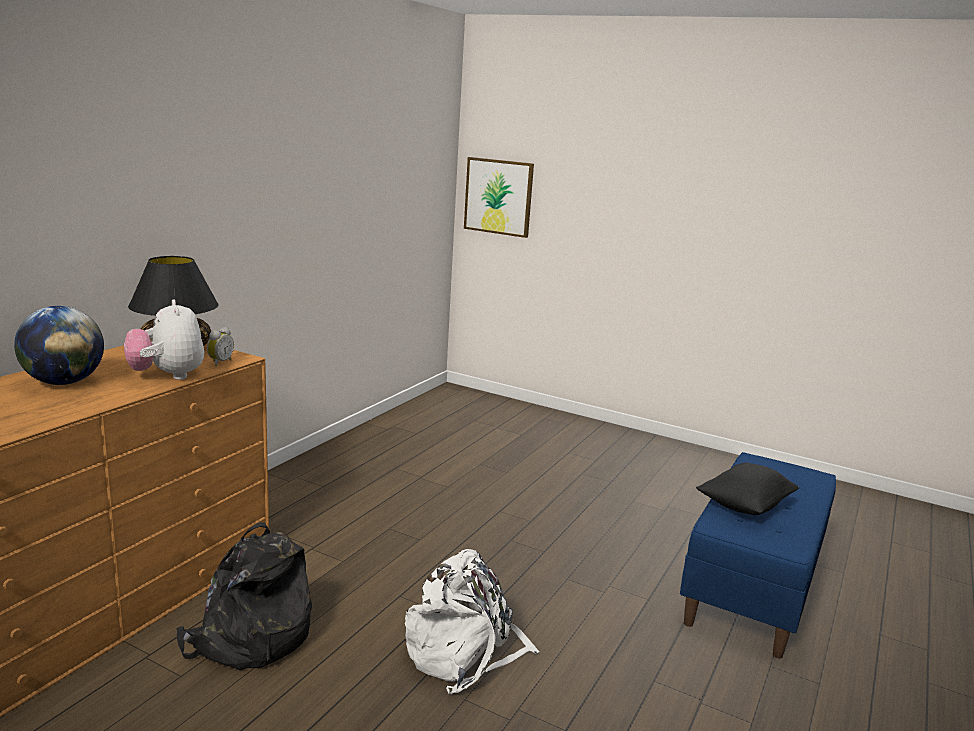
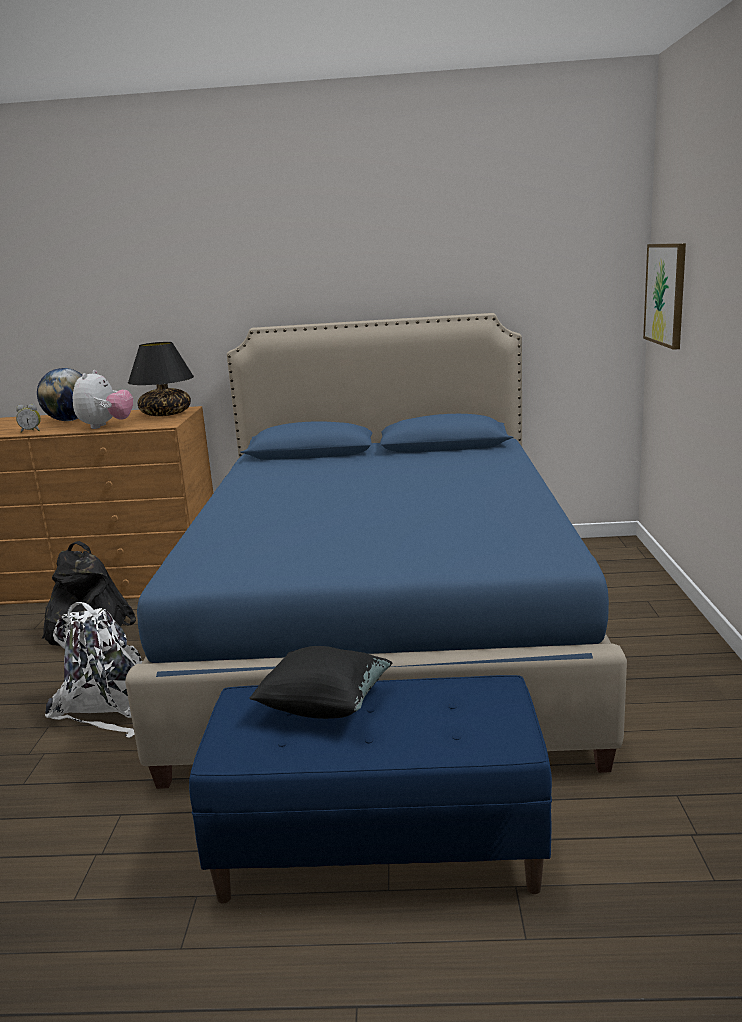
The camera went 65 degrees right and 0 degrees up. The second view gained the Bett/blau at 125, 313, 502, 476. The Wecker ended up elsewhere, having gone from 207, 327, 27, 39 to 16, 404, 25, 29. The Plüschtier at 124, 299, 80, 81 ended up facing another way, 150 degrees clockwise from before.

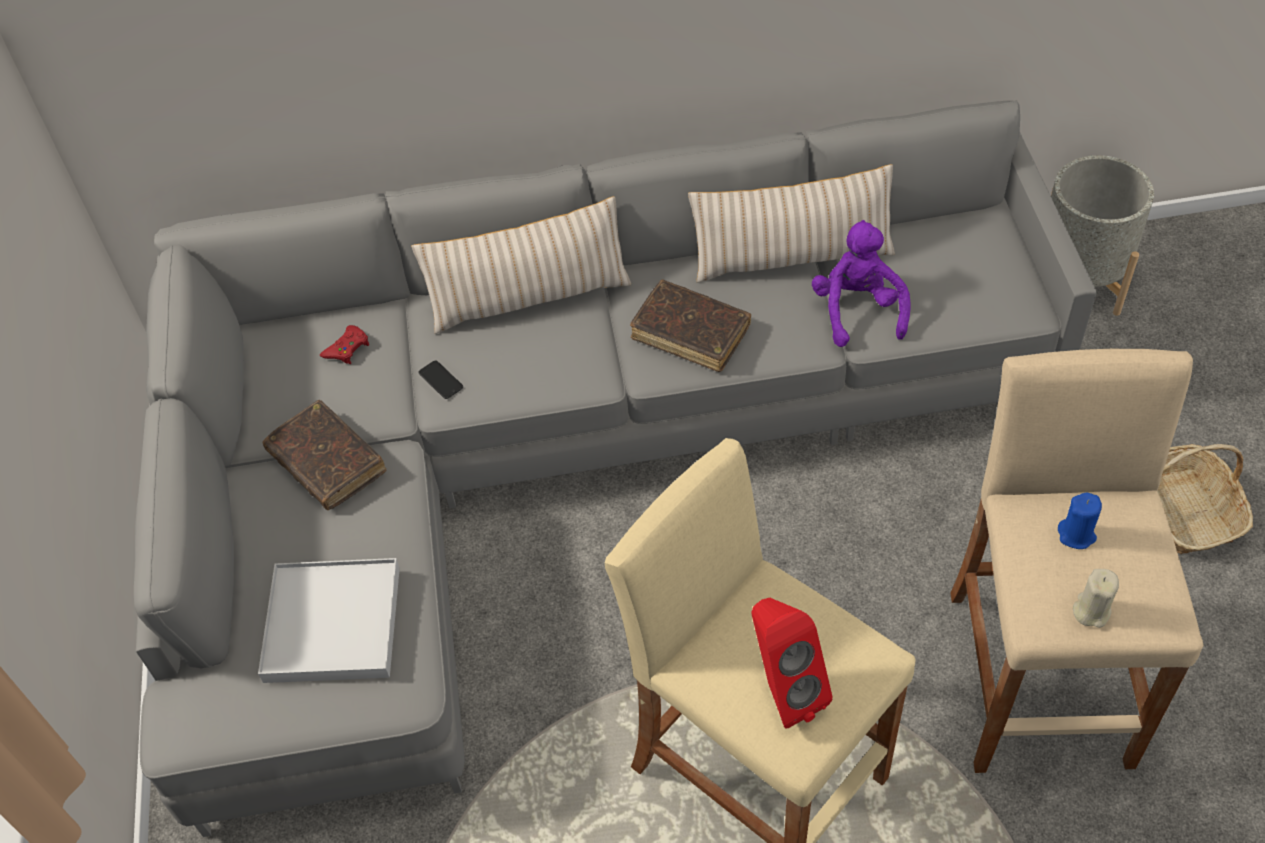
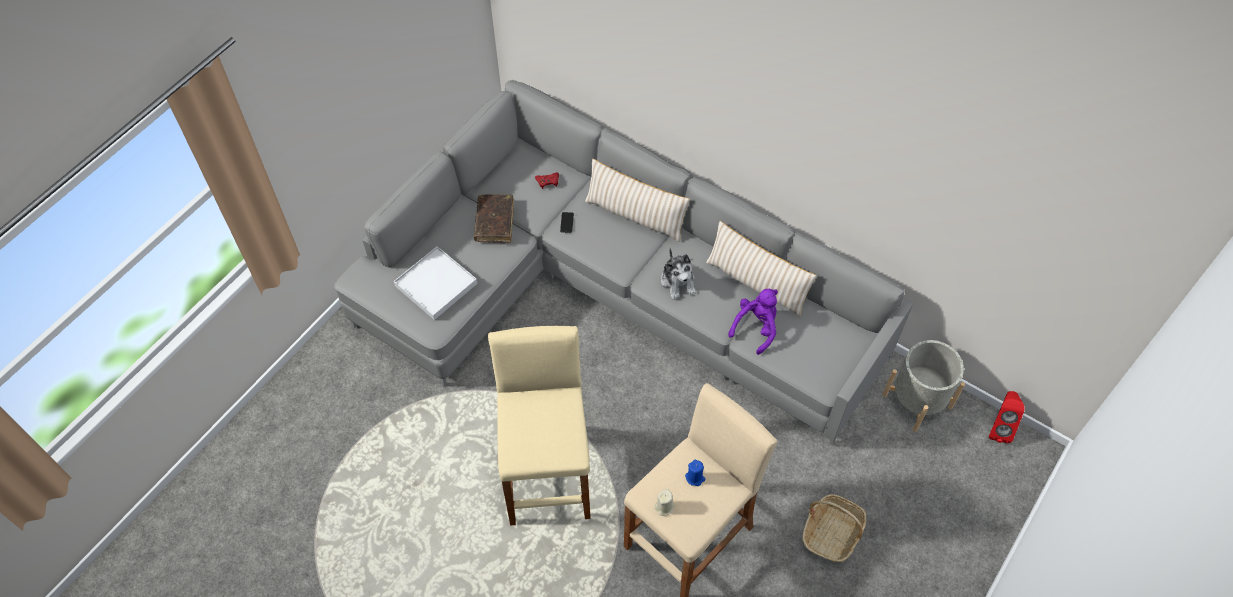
The camera went 40 degrees right and 5 degrees up. The Lautsprecher/rot ended up elsewhere, having gone from 751, 598, 82, 131 to 989, 391, 36, 52. Where the Buch/braun stood at 630, 279, 121, 93, the Plüschtier came to stand at 661, 247, 35, 53.

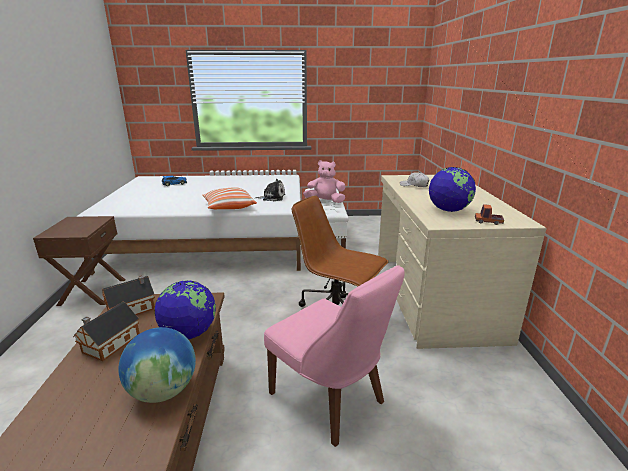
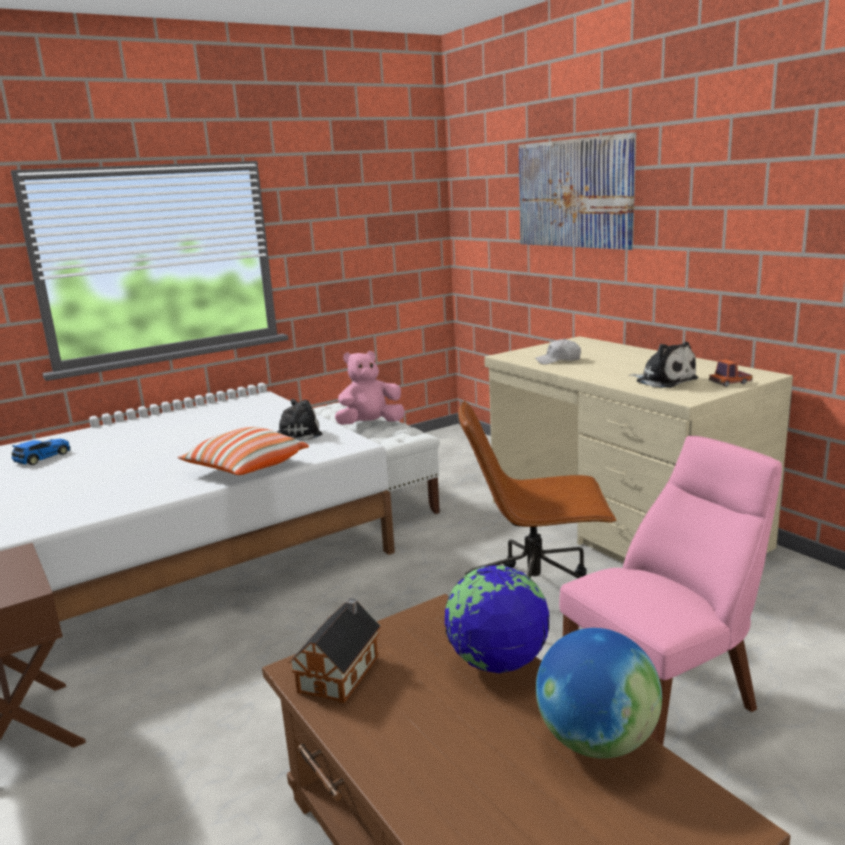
The camera went 30 degrees left and 5 degrees down. The second view lost the Spielzeughaus at 73, 302, 67, 59. The second view gained the Bild at 519, 132, 117, 118. Where the Globus stood at 429, 167, 47, 45, the Plüschtier came to stand at 629, 342, 69, 46. The Stuhl/rosa at 264, 265, 141, 182 ended up facing another way, 45 degrees counterclockwise from before.

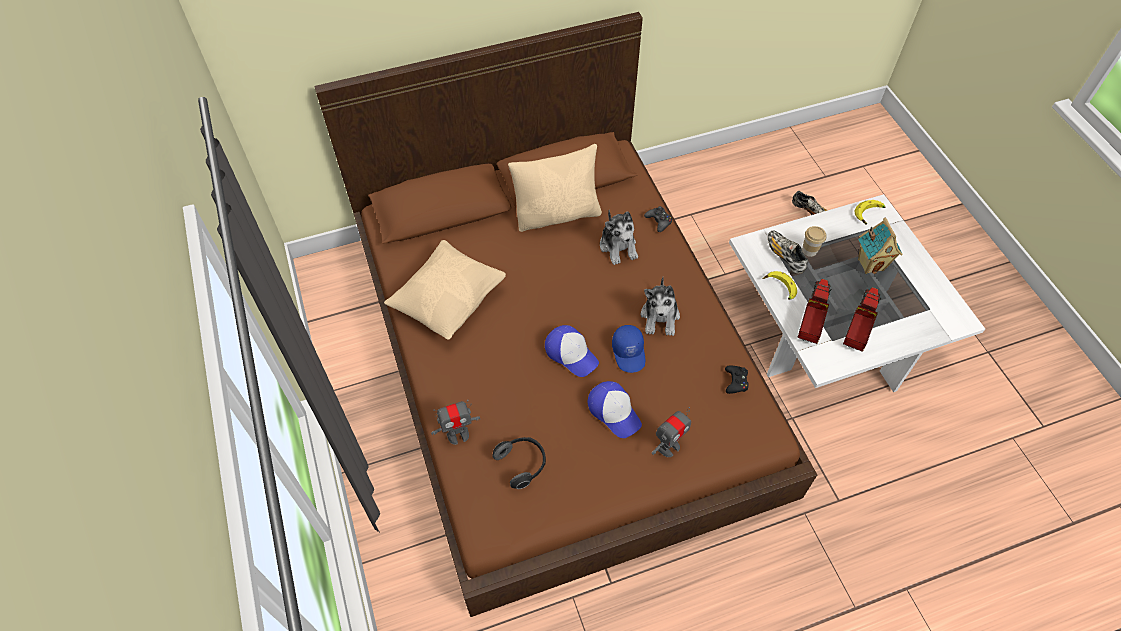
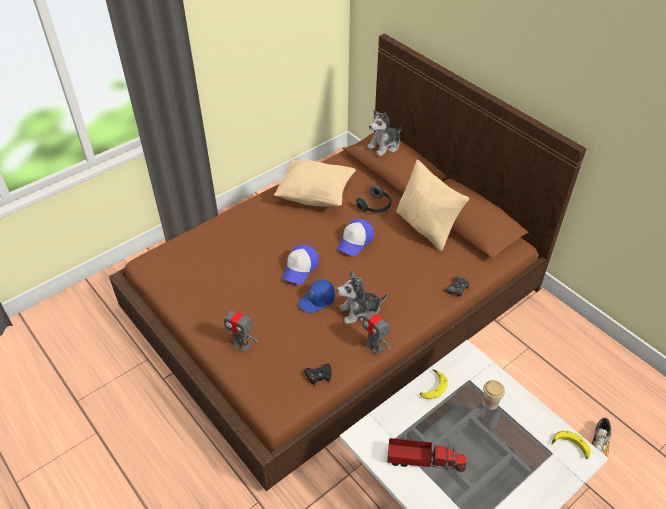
The camera went 70 degrees right and 10 degrees down. The second view lost the Schuh at 768, 231, 40, 43. The second view lost the Spielzeuglaster at 797, 279, 34, 65. The second view lost the Spielzeughaus at 858, 218, 45, 56. The Spielzeugroboter ended up elsewhere, having gone from 431, 400, 49, 45 to 362, 303, 29, 51. The Kopfhörer ended up elsewhere, having gone from 492, 437, 54, 52 to 356, 185, 35, 28. The Kappe ended up elsewhere, having gone from 588, 381, 54, 57 to 337, 219, 37, 37. The Plüschtier ended up elsewhere, having gone from 600, 210, 38, 55 to 367, 109, 36, 47.

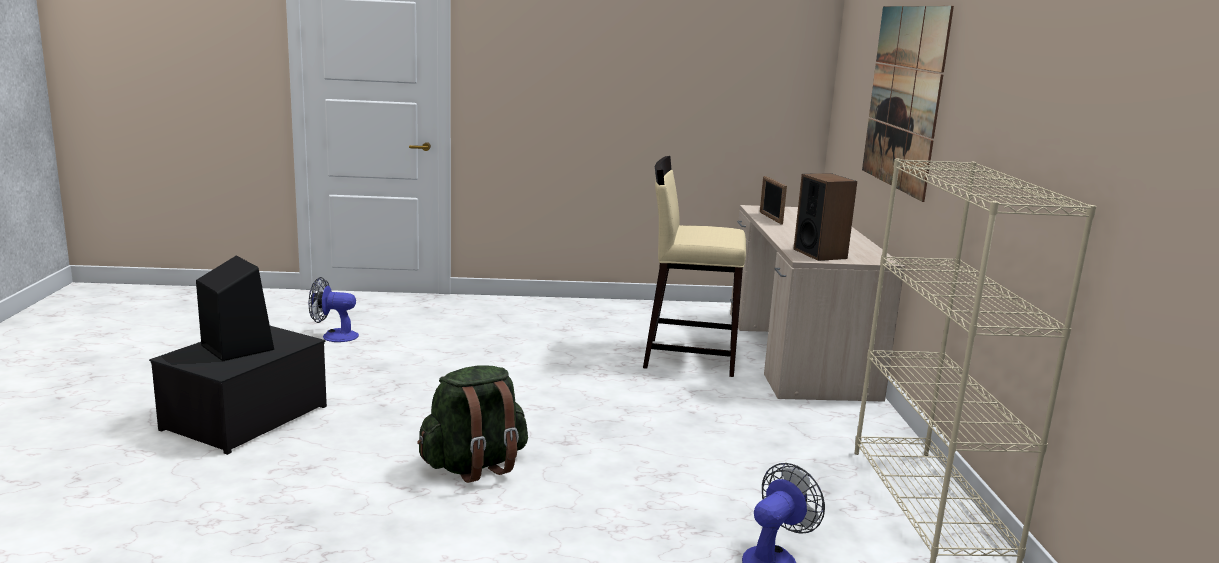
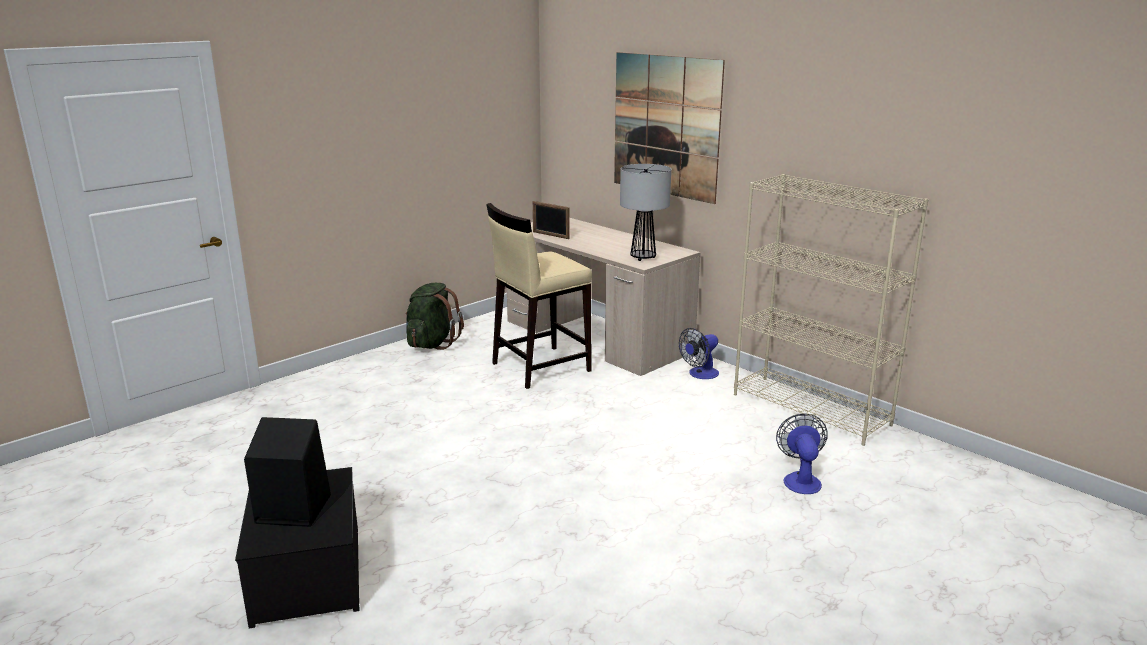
The camera went 40 degrees left and 5 degrees up. The Ventilator ended up elsewhere, having gone from 309, 277, 50, 65 to 679, 328, 40, 51. The Rucksack/grün ended up elsewhere, having gone from 417, 365, 111, 118 to 406, 283, 58, 67. Where the Lautsprecher stood at 793, 173, 64, 88, the Tischlampe came to stand at 620, 164, 51, 97.

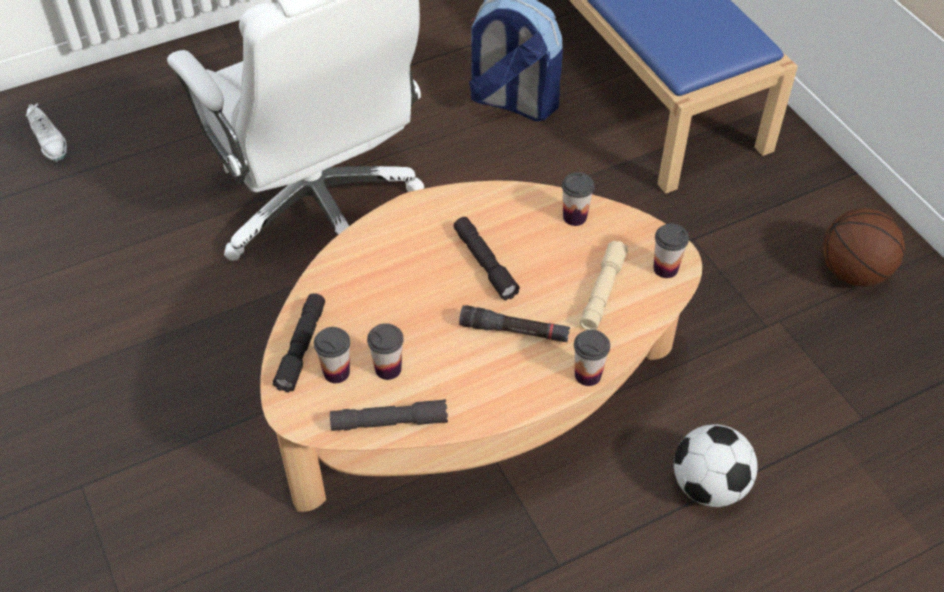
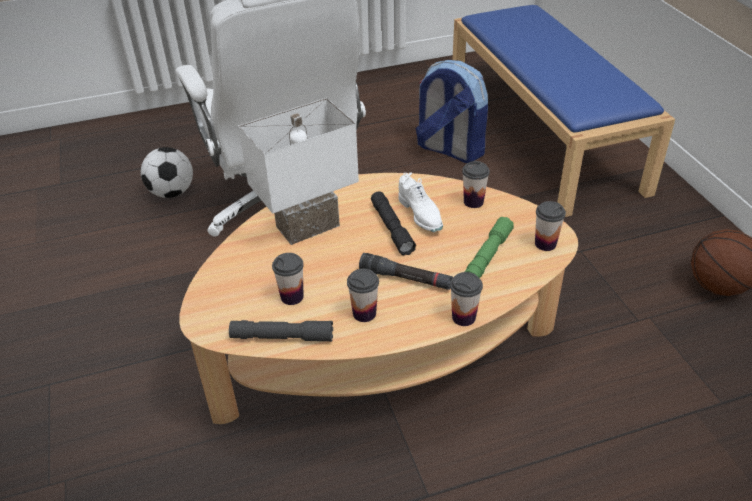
The camera went 10 degrees right and 10 degrees down. The second view lost the Taschenlampe/schwarz at 273, 293, 52, 99. The second view gained the Tischlampe/weiß at 238, 98, 121, 147. The Schuh/weiß ended up elsewhere, having gone from 26, 104, 41, 58 to 399, 172, 44, 60. The Tasse ended up elsewhere, having gone from 314, 327, 36, 56 to 347, 269, 32, 53. The Fußball ended up elsewhere, having gone from 674, 424, 84, 83 to 141, 147, 52, 51. What was the Taschenlampe/beige at 580, 241, 48, 89 turned into the Taschenlampe/grün at 465, 217, 49, 61.

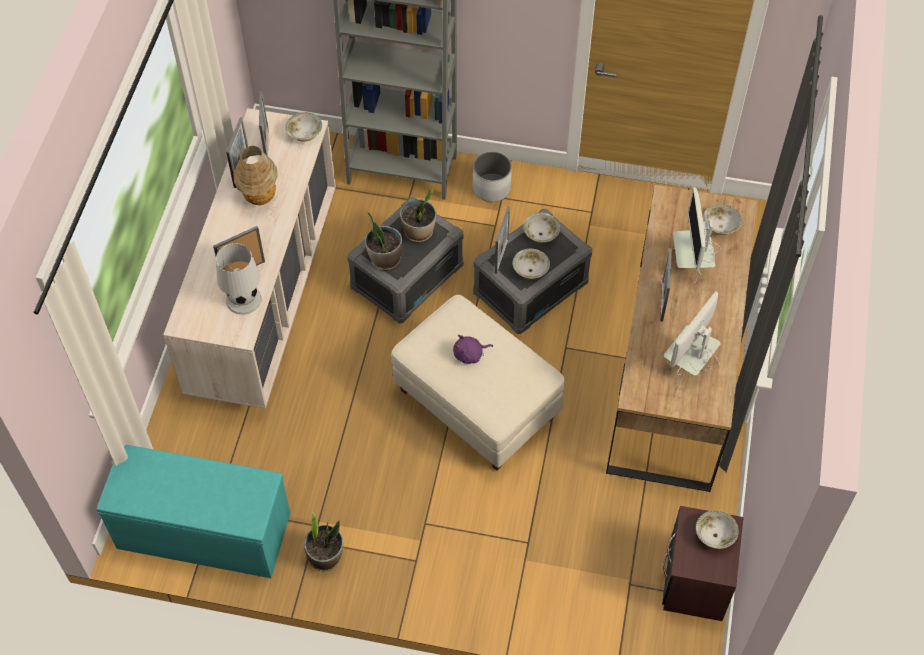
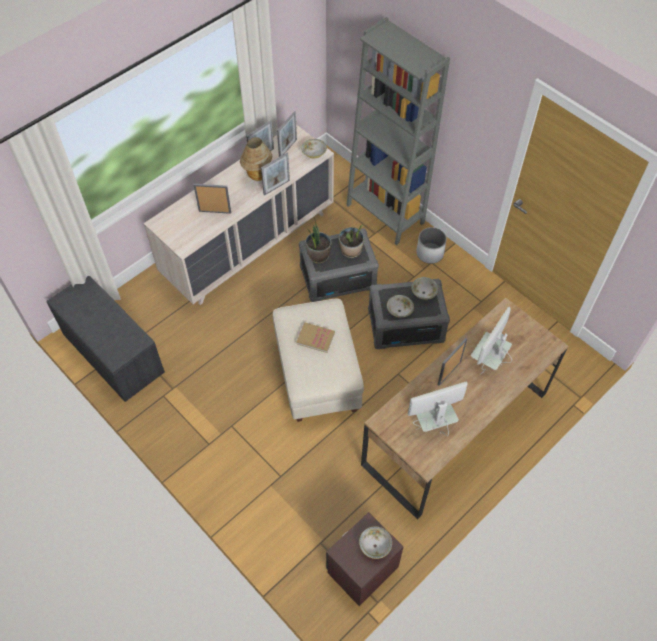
The camera went 35 degrees right and 0 degrees up. The second view lost the Tischlampe/weiß at 216, 243, 46, 72. The second view lost the Topfpflanze at 304, 511, 39, 60. The second view lost the Schüssel at 703, 204, 39, 31. The Bilderrahmen ended up elsewhere, having gone from 495, 206, 15, 68 to 261, 153, 29, 43. Where the Plüschtier/lila stood at 453, 335, 40, 29, the Buch came to stand at 296, 322, 39, 31. What was the Bank/türkis at 96, 445, 194, 133 turned into the Bank/grau at 46, 276, 119, 126.

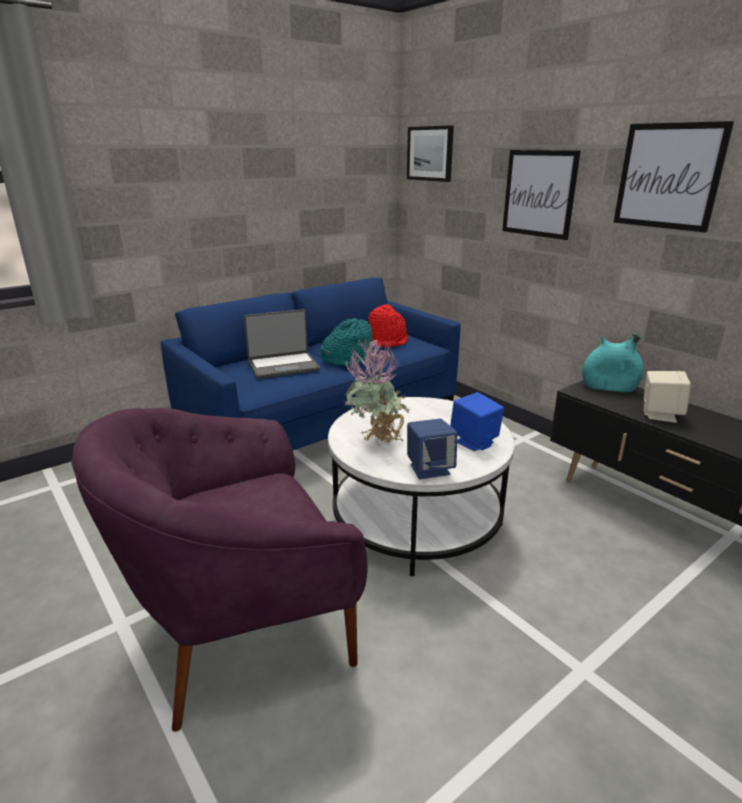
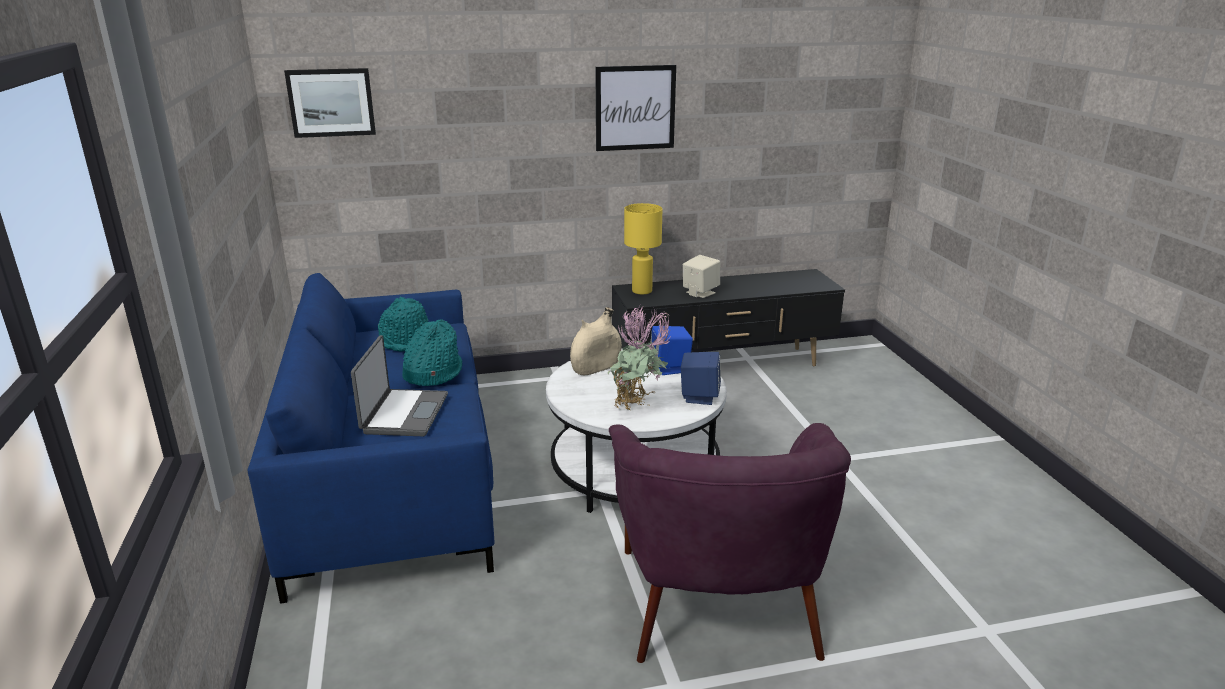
The camera went 65 degrees left and 0 degrees up. The second view lost the Bild at 502, 150, 79, 90. The second view gained the Vase/beige at 570, 307, 52, 68. Where the Vase/türkis stood at 582, 333, 62, 59, the Tischlampe/gelb came to stand at 624, 203, 38, 91. What was the Hut/rot at 368, 304, 40, 43 turned into the Hut/türkis at 378, 297, 51, 54.

